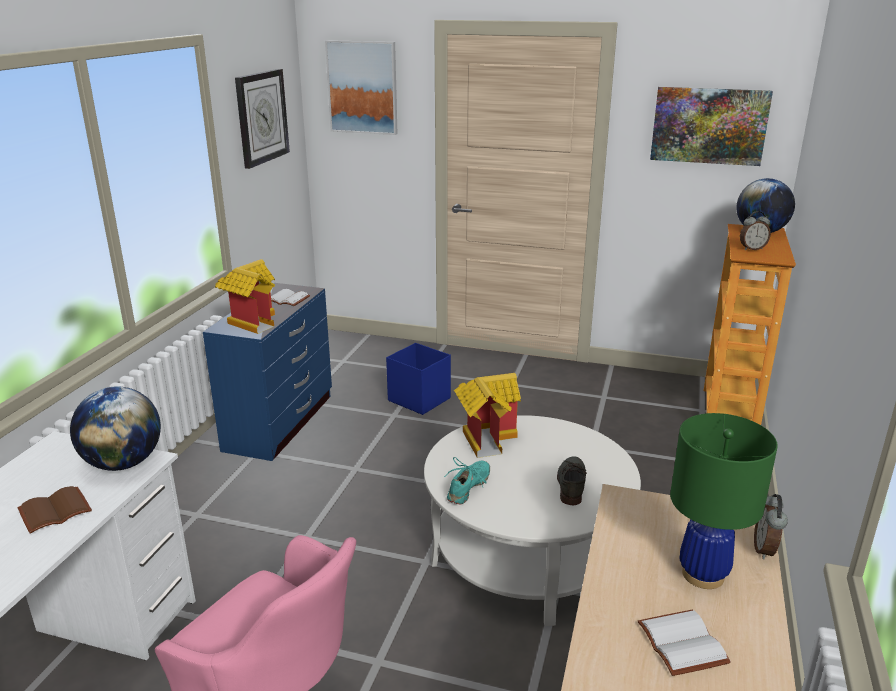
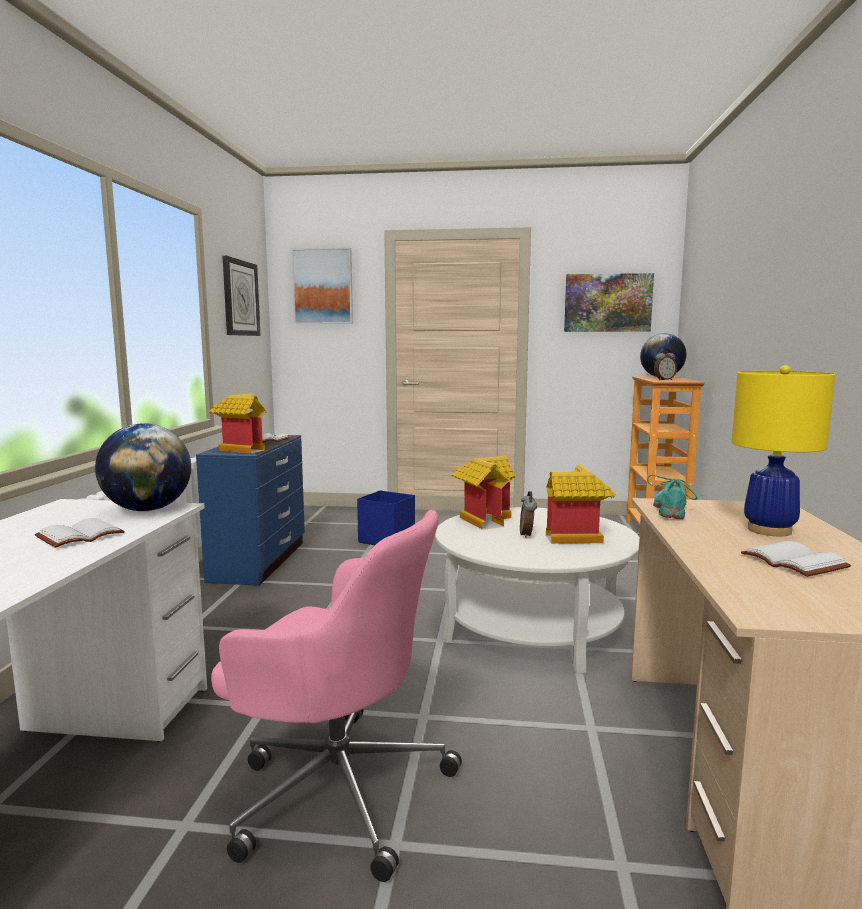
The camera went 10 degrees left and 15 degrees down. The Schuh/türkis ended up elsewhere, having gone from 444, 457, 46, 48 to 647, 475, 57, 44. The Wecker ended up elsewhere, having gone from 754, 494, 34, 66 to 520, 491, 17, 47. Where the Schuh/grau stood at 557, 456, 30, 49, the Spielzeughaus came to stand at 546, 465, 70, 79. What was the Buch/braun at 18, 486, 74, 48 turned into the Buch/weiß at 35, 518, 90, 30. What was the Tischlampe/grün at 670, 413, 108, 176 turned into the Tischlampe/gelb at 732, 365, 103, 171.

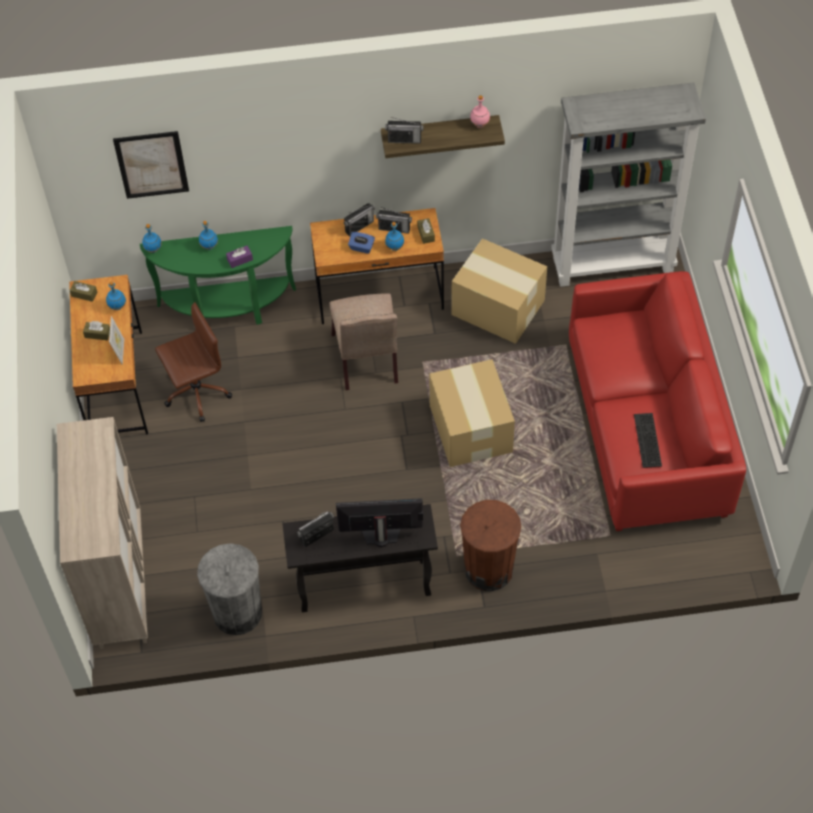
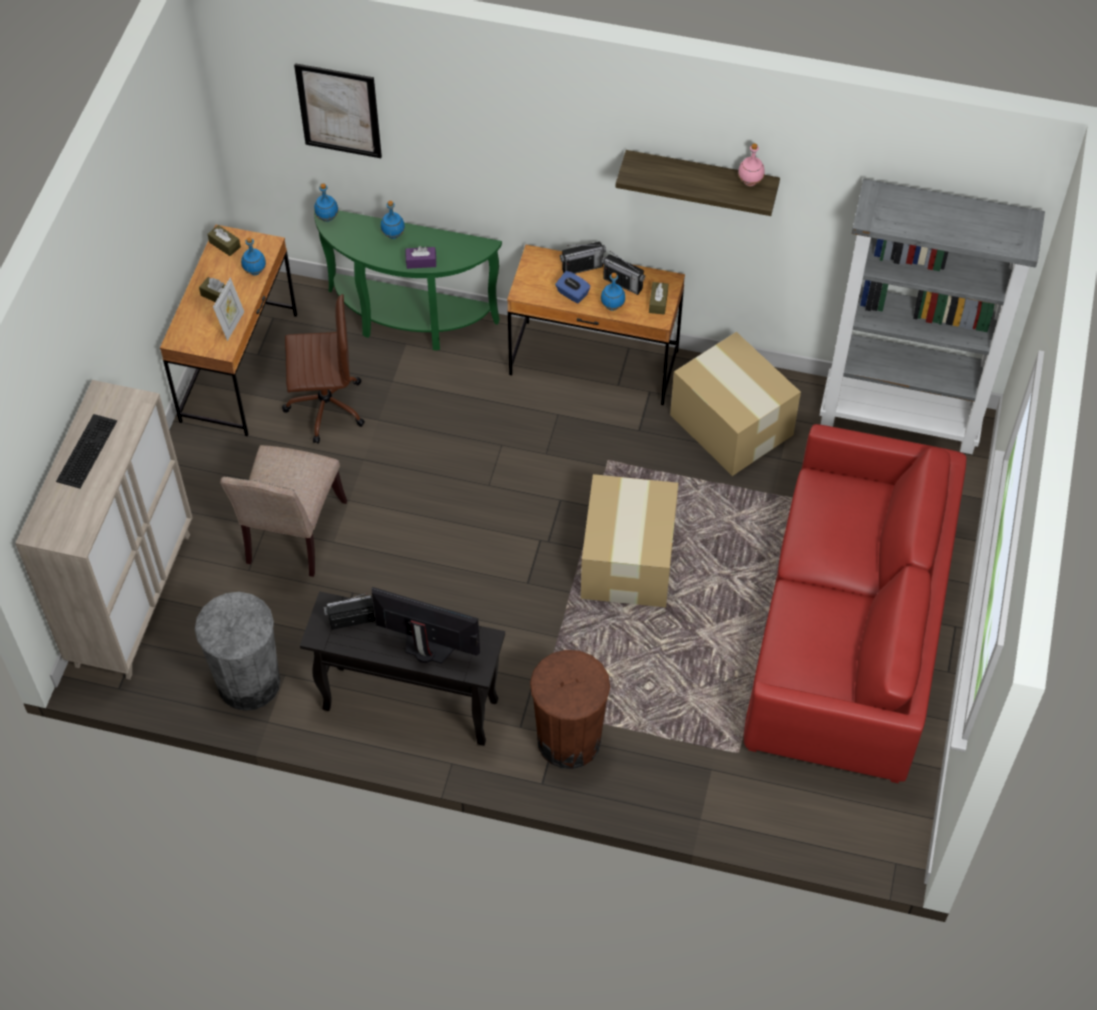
The camera went 20 degrees right and 0 degrees up. The second view lost the Radio at 385, 117, 38, 27. The Stuhl/beige ended up elsewhere, having gone from 329, 293, 69, 97 to 220, 445, 127, 132. The Tastatur ended up elsewhere, having gone from 634, 413, 28, 55 to 56, 414, 61, 74.

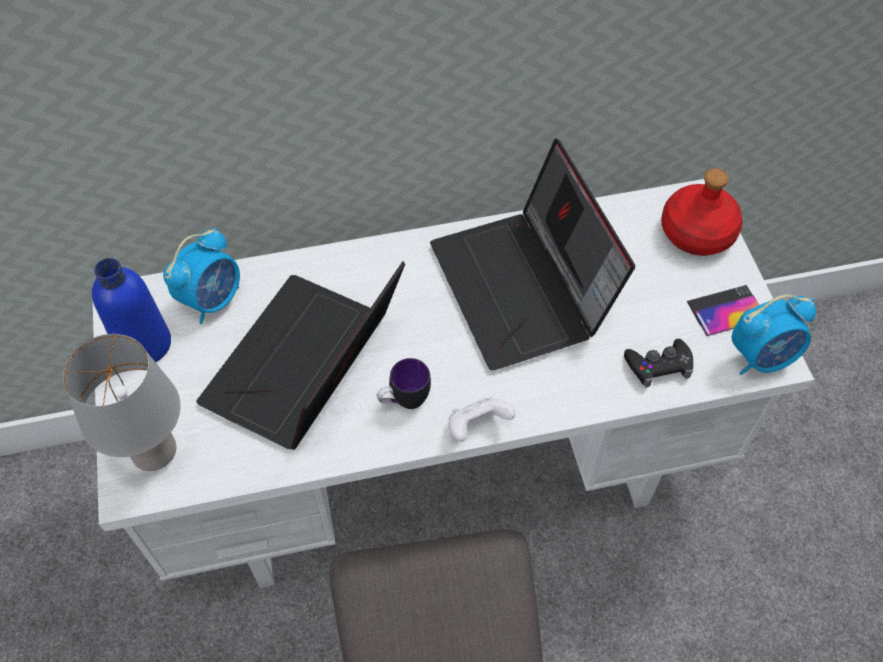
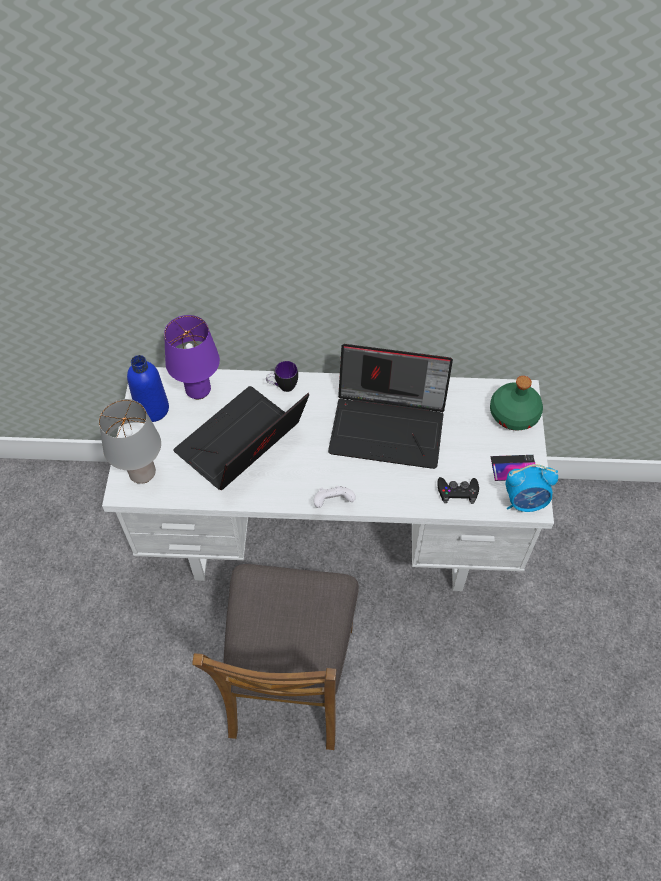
The camera went 15 degrees right and 0 degrees up. The Henkelbecher ended up elsewhere, having gone from 377, 358, 54, 51 to 266, 361, 32, 31. Where the Wecker stood at 163, 227, 77, 97, the Tischlampe/lila came to stand at 164, 315, 56, 84. What was the Flasche/rot at 661, 168, 82, 88 turned into the Flasche/grün at 490, 376, 53, 55. The Laptop at 430, 138, 205, 232 ended up facing another way, 75 degrees counterclockwise from before.

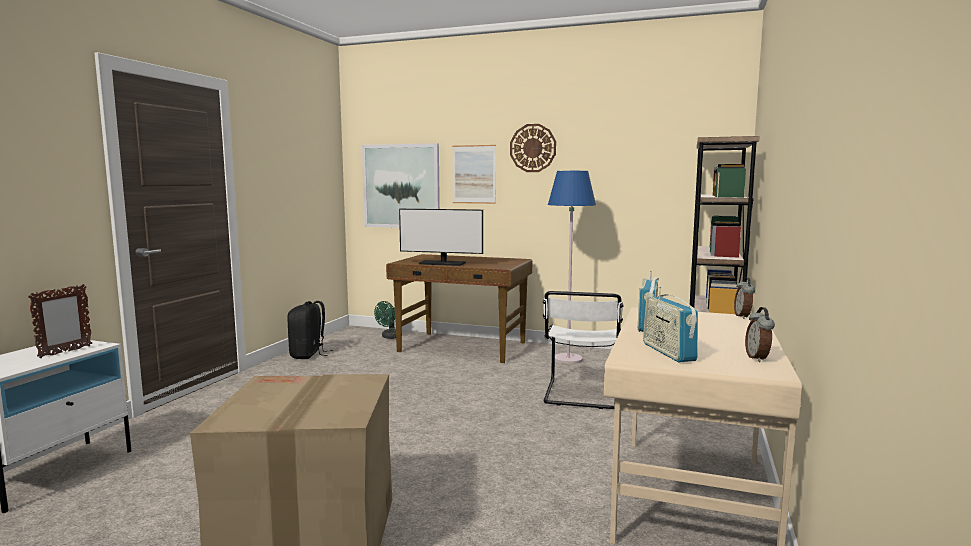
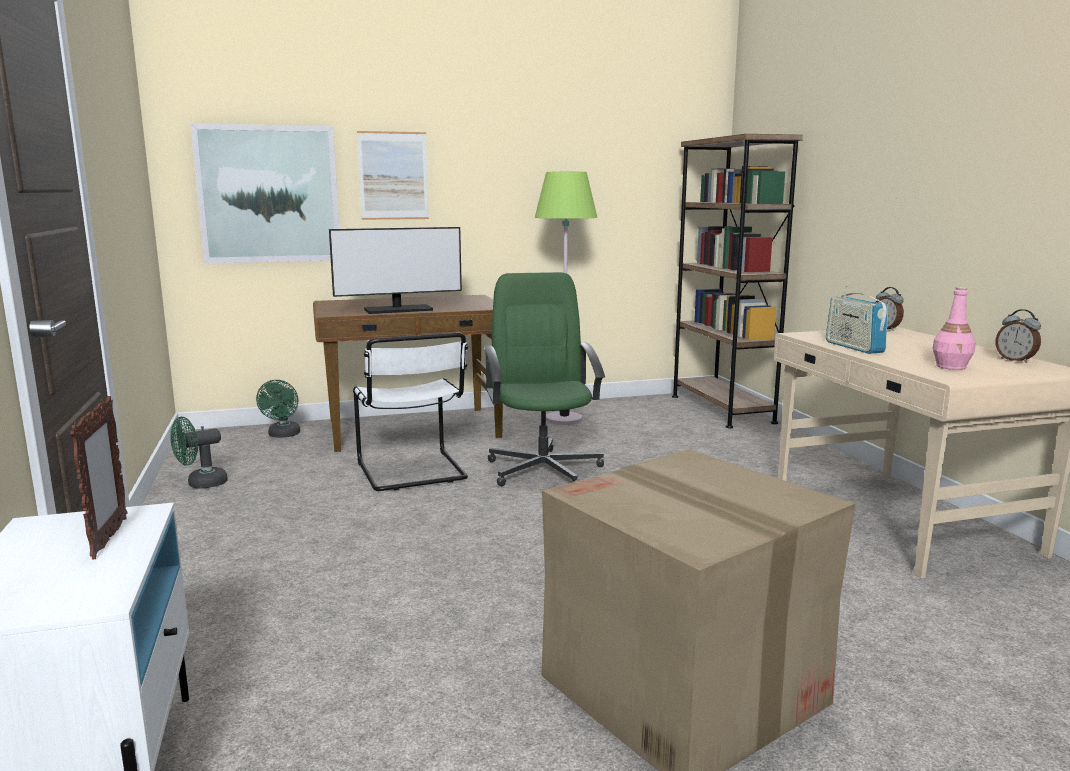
The camera went 35 degrees left and 5 degrees up. The second view lost the Wanduhr at 510, 124, 46, 48. The second view gained the Bürostuhl/grün at 484, 272, 121, 215. The Stuhl/weiß ended up elsewhere, having gone from 543, 291, 80, 118 to 353, 333, 115, 158. Where the Rucksack/schwarz stood at 287, 301, 46, 58, the Ventilator/grün came to stand at 170, 417, 58, 72. Where the Radio stood at 643, 286, 55, 77, the Flasche/rosa came to stand at 932, 286, 44, 84. What was the Stehlampe/blau at 548, 171, 48, 193 turned into the Stehlampe/grün at 535, 171, 62, 254.

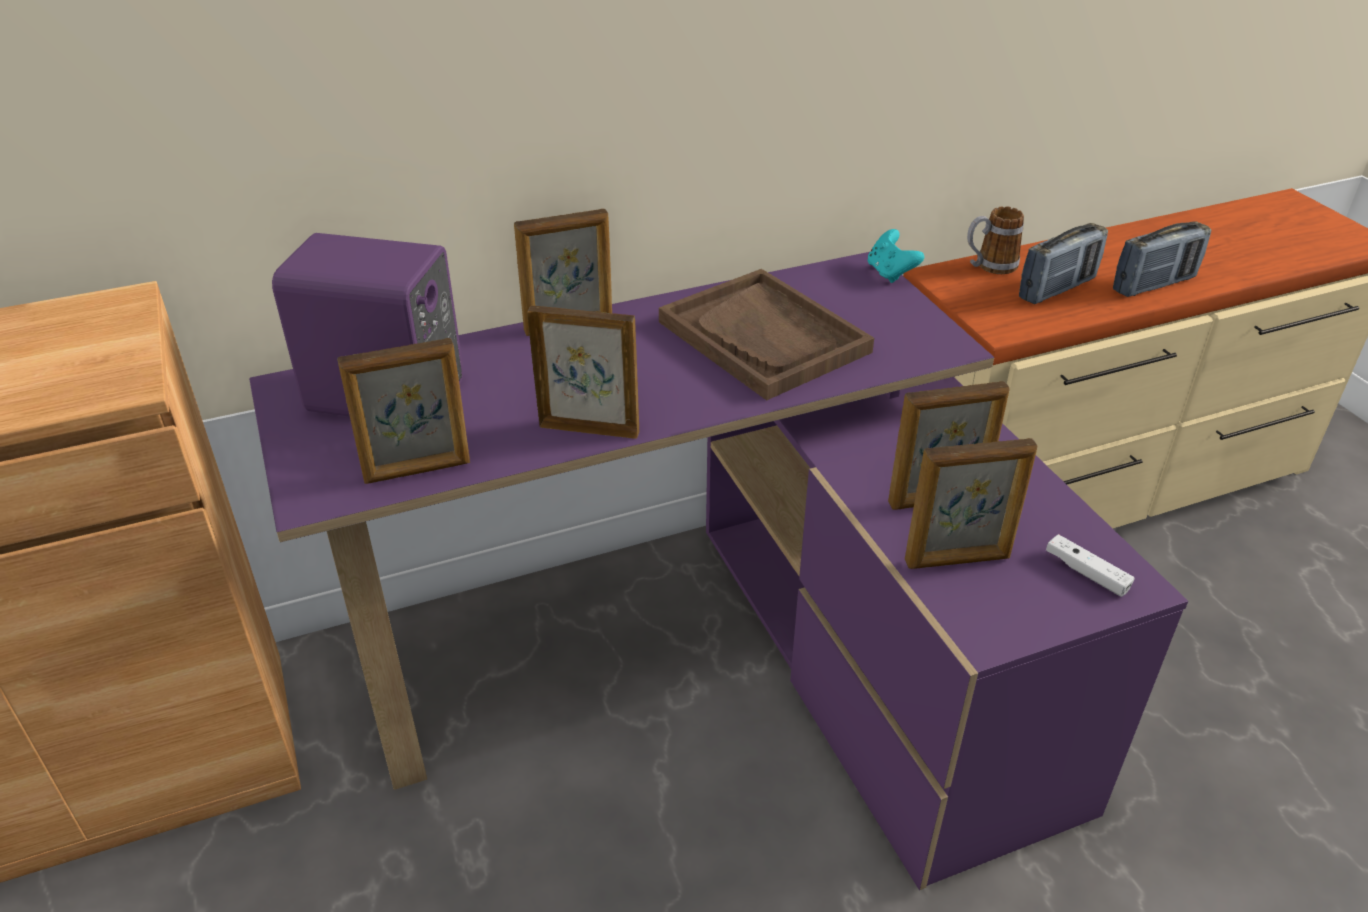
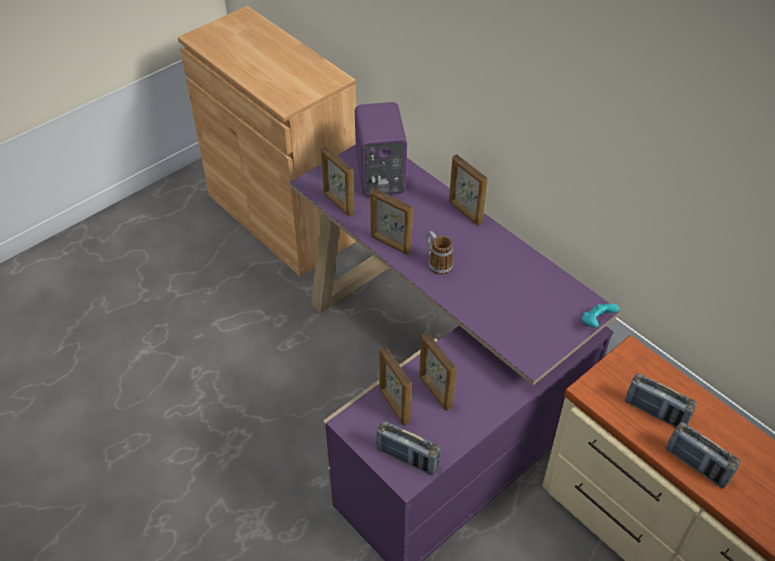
The camera went 70 degrees right and 10 degrees up. The second view lost the Tablett/braun at 659, 269, 215, 131. The Henkelbecher ended up elsewhere, having gone from 967, 206, 57, 68 to 426, 231, 27, 44. Where the Gamepad/weiß stood at 1046, 534, 89, 63, the Radio came to stand at 376, 421, 65, 54. The Bilderrahmen at 527, 305, 112, 134 ended up facing another way, 135 degrees clockwise from before.

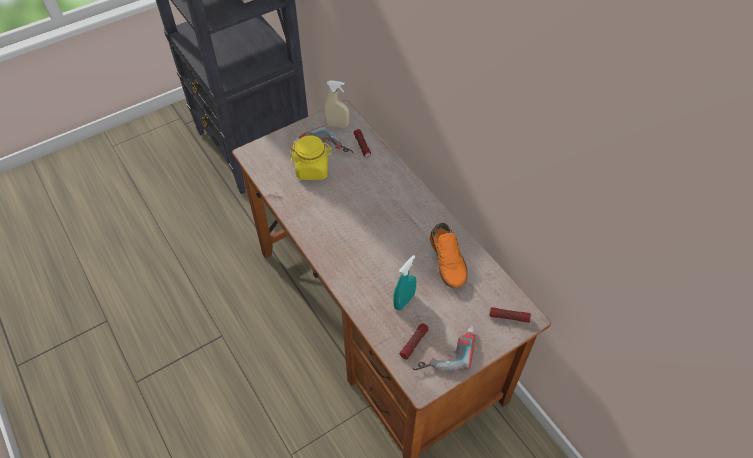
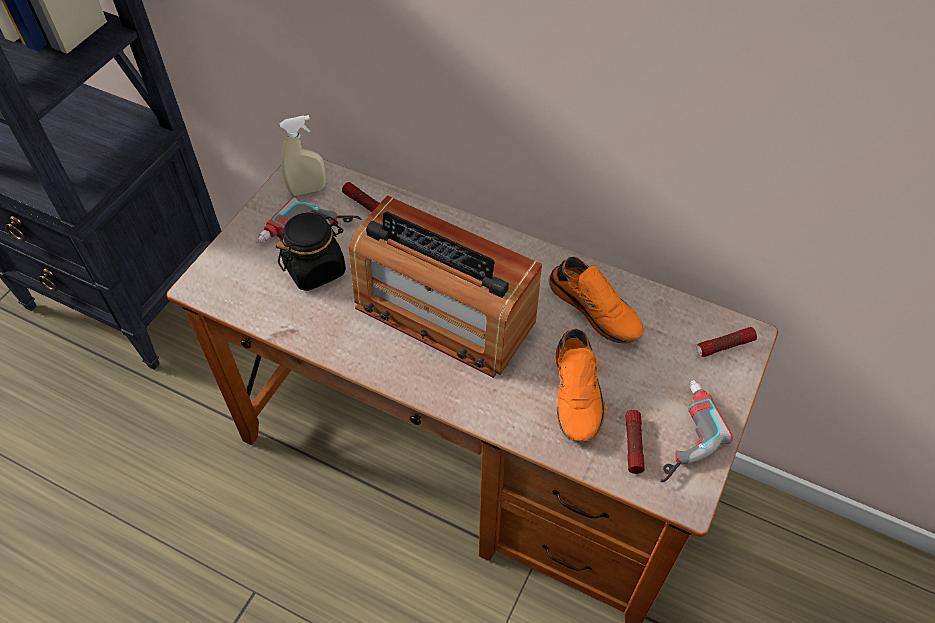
The camera went 30 degrees left and 0 degrees up. The second view gained the Radio at 348, 195, 194, 183. Where the Sprühflasche/türkis stood at 393, 255, 23, 55, the Schuh/orange came to stand at 556, 328, 49, 114. What was the Vorratsglas/gelb at 291, 135, 41, 45 turned into the Vorratsglas/schwarz at 276, 213, 70, 78.

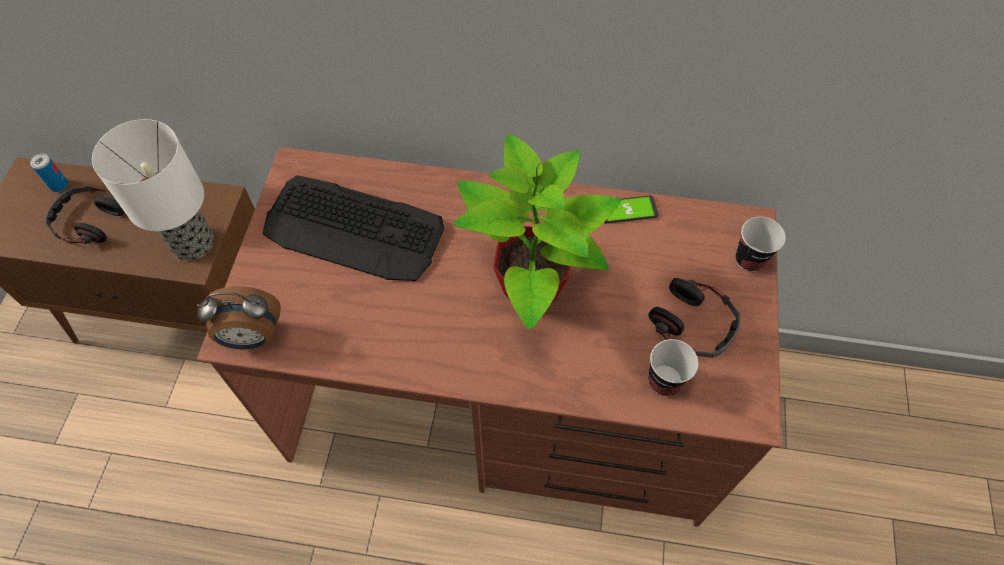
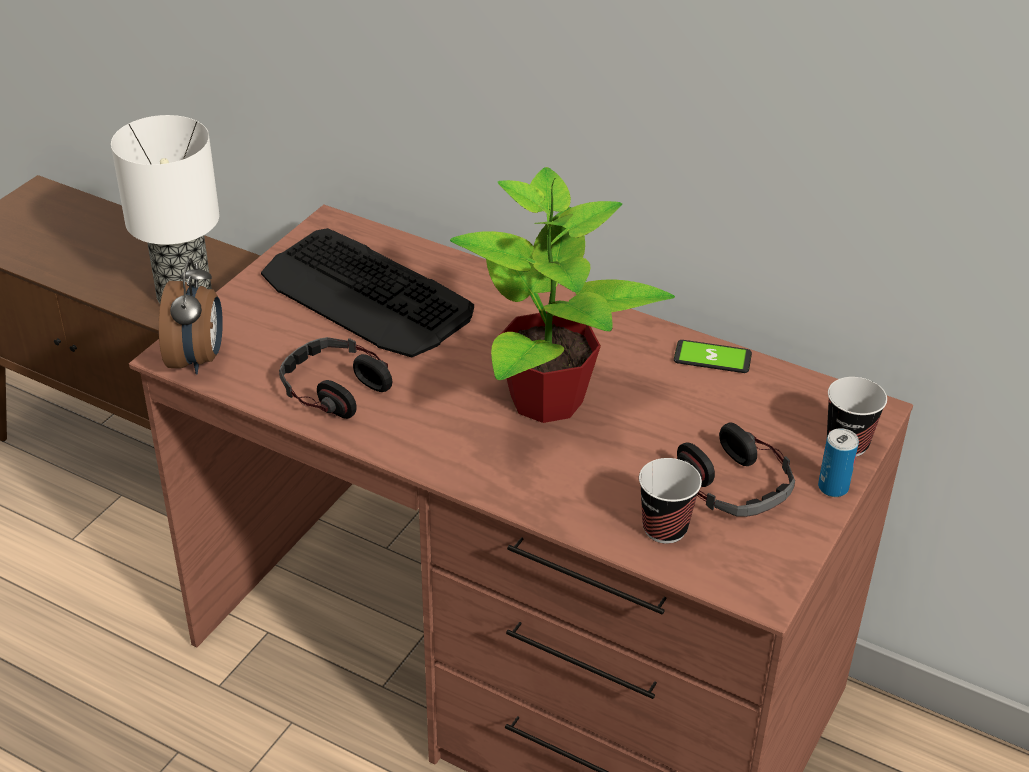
The camera went 20 degrees right and 20 degrees down. The Dose ended up elsewhere, having gone from 30, 154, 38, 38 to 818, 428, 41, 69. The Kopfhörer ended up elsewhere, having gone from 45, 185, 80, 59 to 279, 337, 113, 82. The Wecker at 197, 286, 84, 63 ended up facing another way, 105 degrees counterclockwise from before.

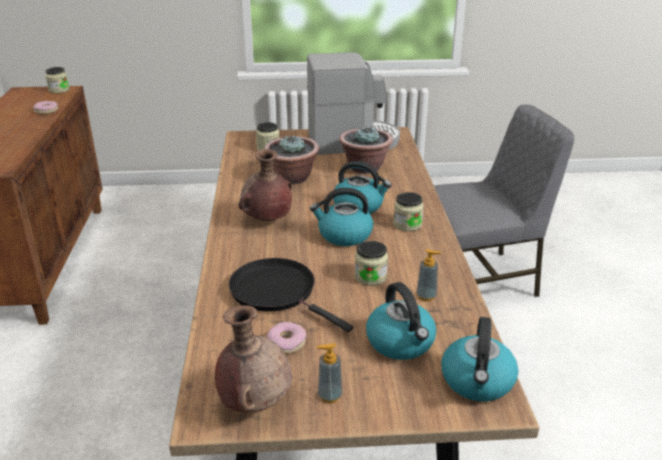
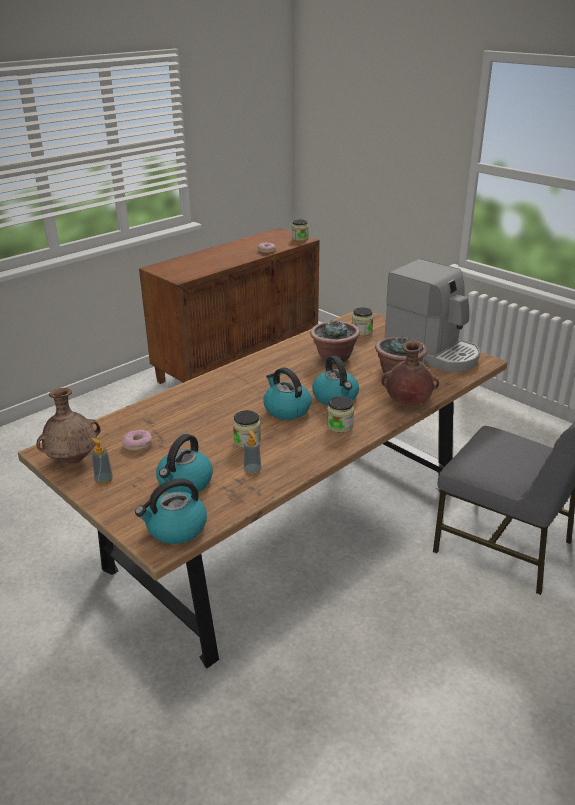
The camera went 50 degrees right and 0 degrees up. The second view lost the Pfanne/schwarz at 229, 258, 124, 74. The Vase/braun ended up elsewhere, having gone from 238, 149, 54, 72 to 382, 341, 57, 64.

